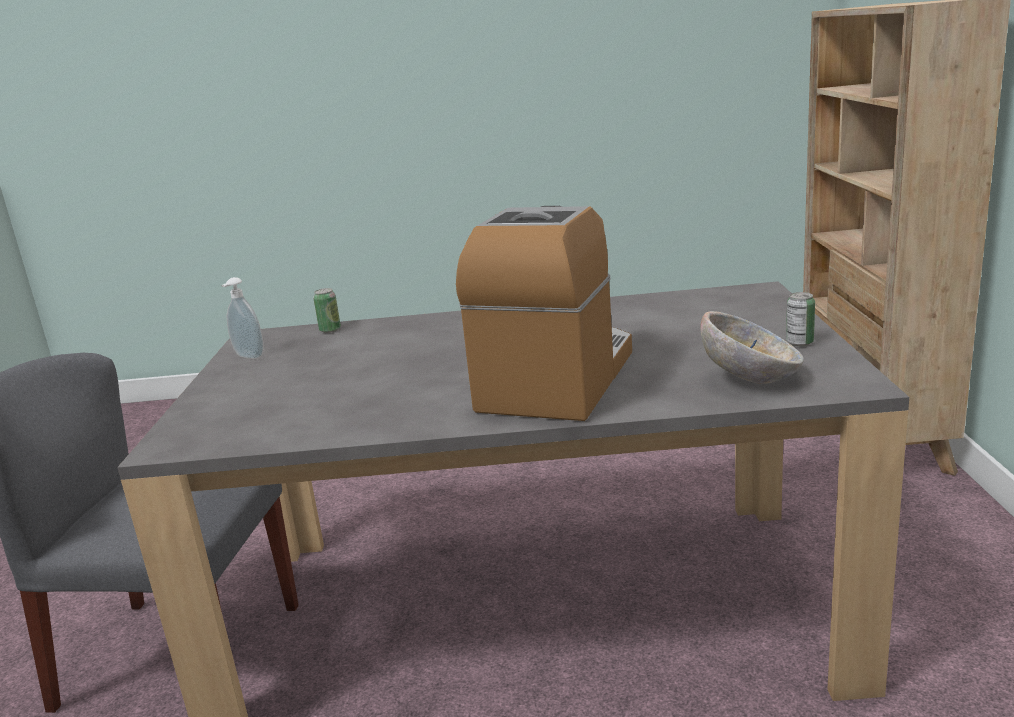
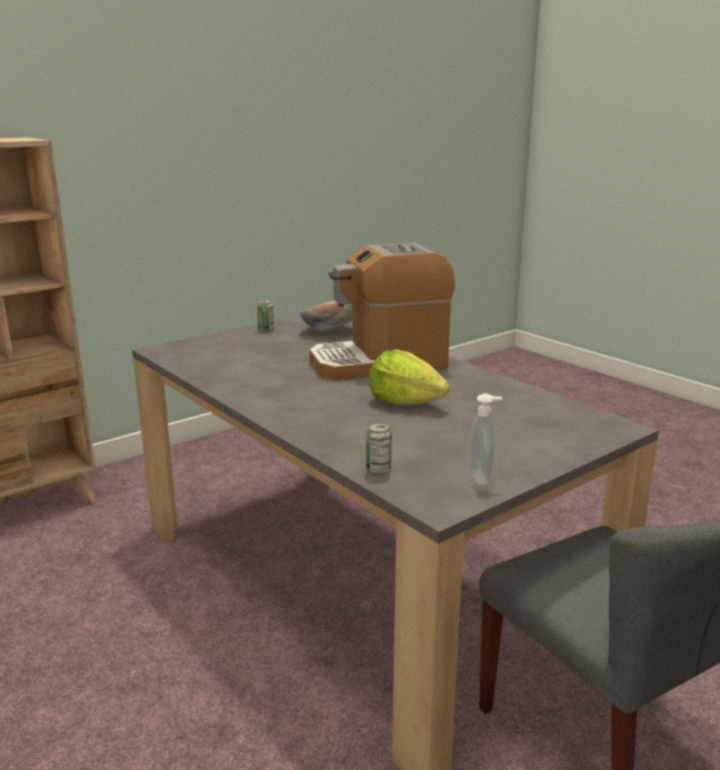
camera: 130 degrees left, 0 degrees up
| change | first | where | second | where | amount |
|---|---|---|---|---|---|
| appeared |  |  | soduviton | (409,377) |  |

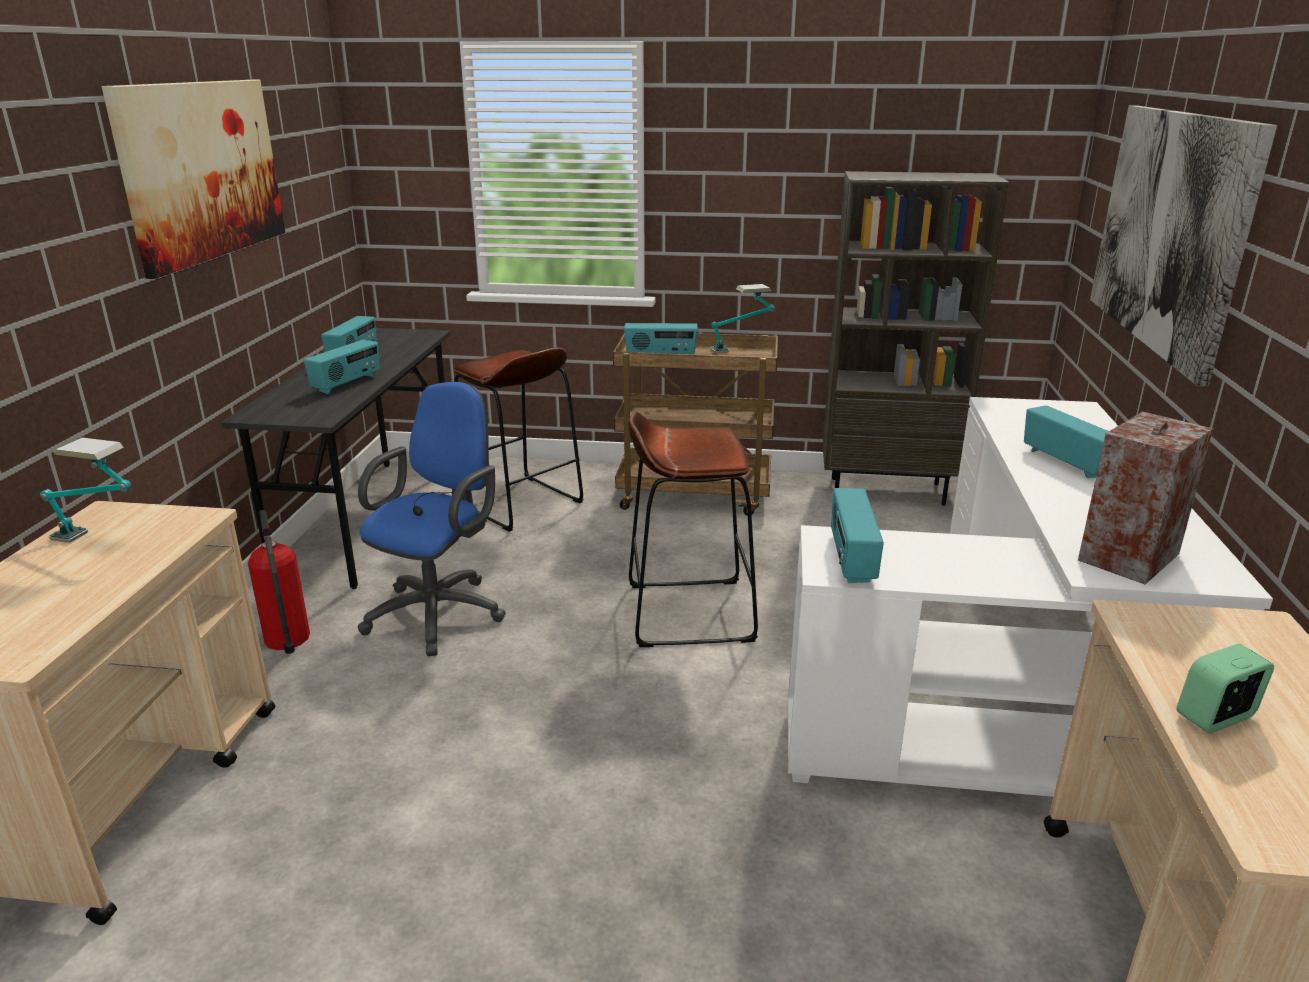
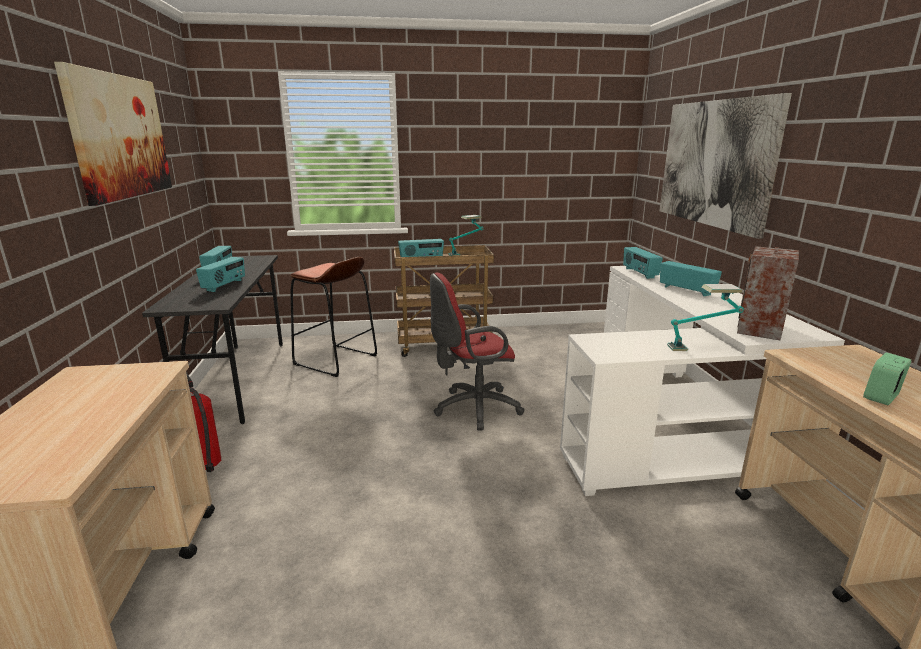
camera: 15 degrees left, 5 degrees down
| change | first | where | second | where | amount |
|---|---|---|---|---|---|
| missing | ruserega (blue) | (432,519) |  |  |  |
| missing | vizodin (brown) | (915,338) |  |  |  |
| relocated | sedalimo | (86,490) |  | (705,317) |  |
| relocated | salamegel | (857,535) |  | (643,263) |  |
| exchanged | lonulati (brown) | (693,529) | ruserega (red) | (477,351) |  |

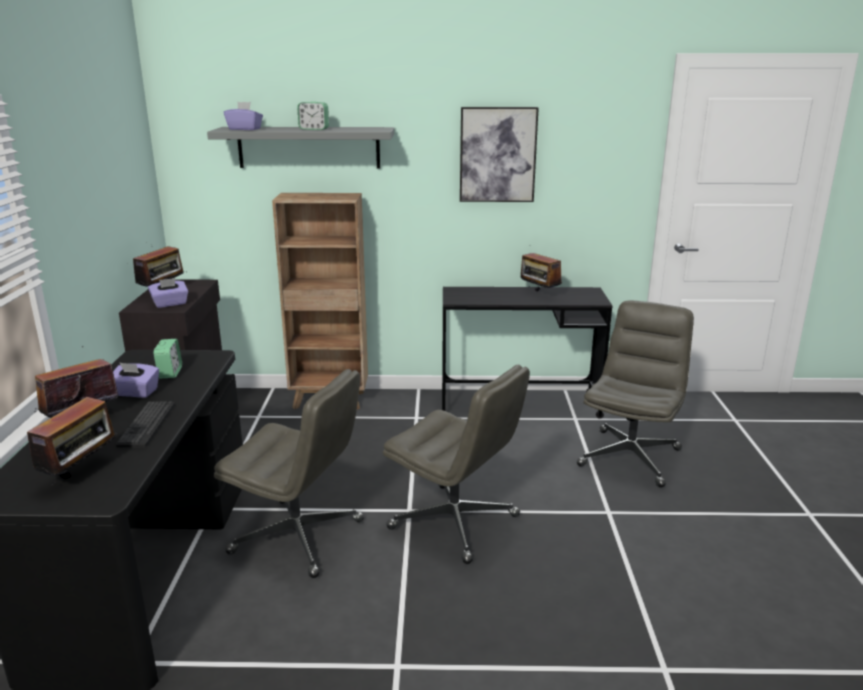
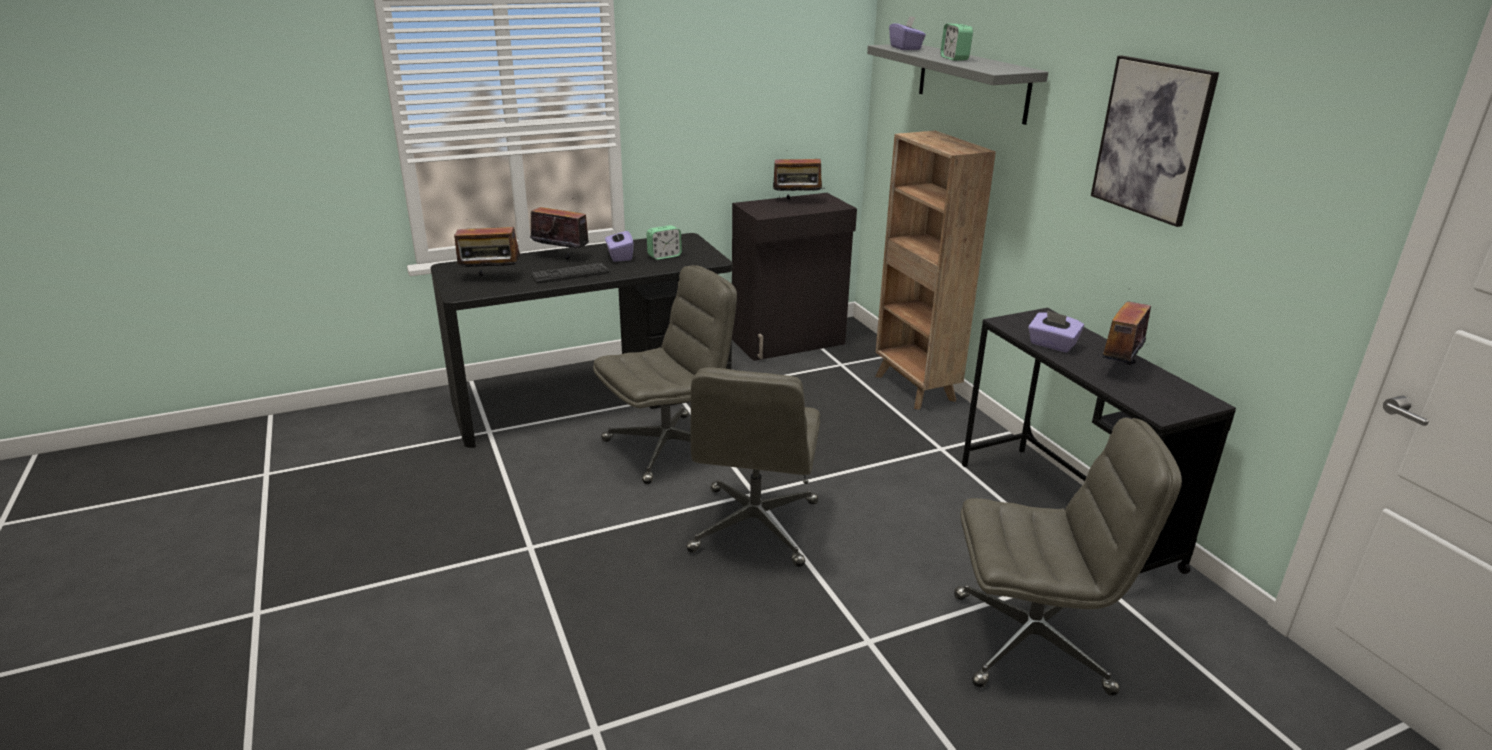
camera: 65 degrees right, 5 degrees up
| change | first | where | second | where | amount |
|---|---|---|---|---|---|
| relocated | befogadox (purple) | (168,293) |  | (1056,331) |  |
| spun | ruserega (grey) | (289,473) |  | (665,374) | 120 degrees counterclockwise |

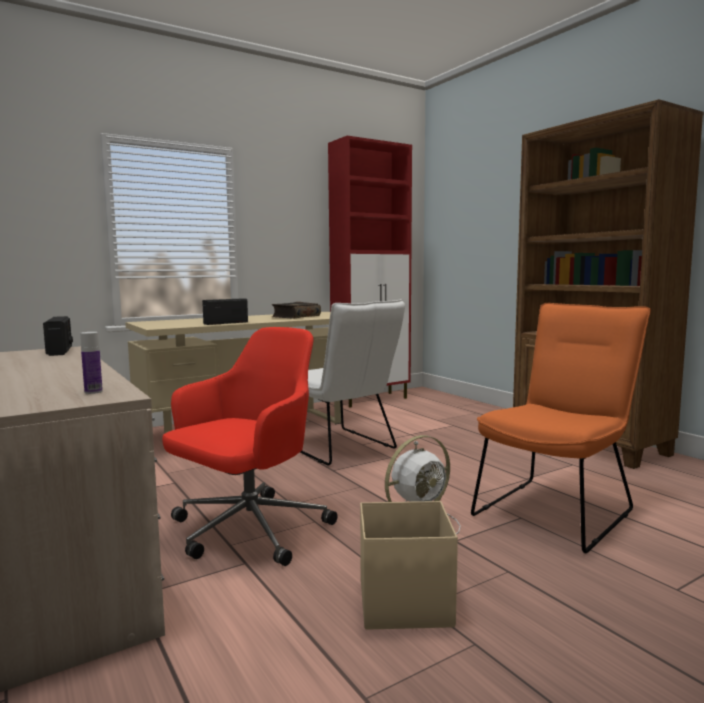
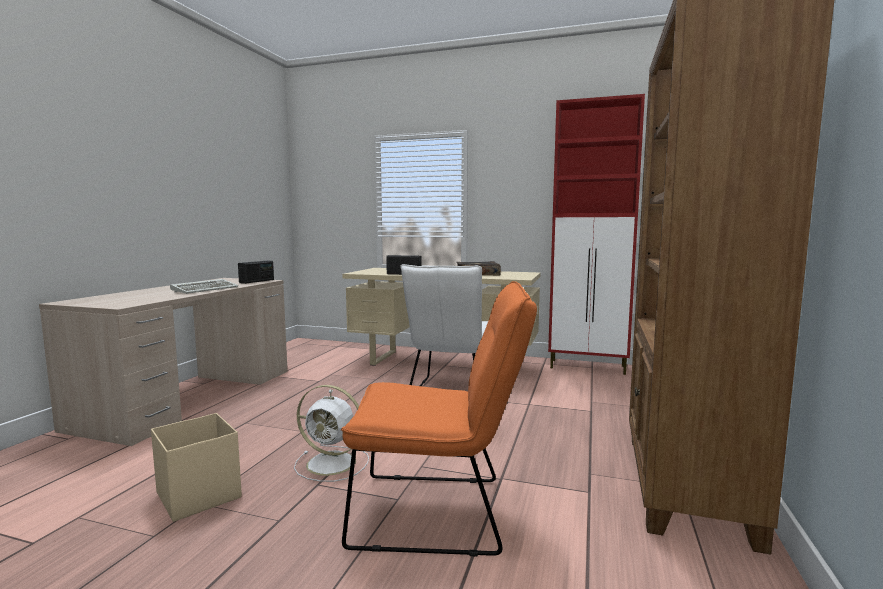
camera: 50 degrees right, 0 degrees up
| change | first | where | second | where | amount |
|---|---|---|---|---|---|
| missing | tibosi | (91,363) |  |  |  |
| missing | ruserega (red) | (249,446) |  |  |  |
| appeared |  |  | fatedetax | (204,286) |  |

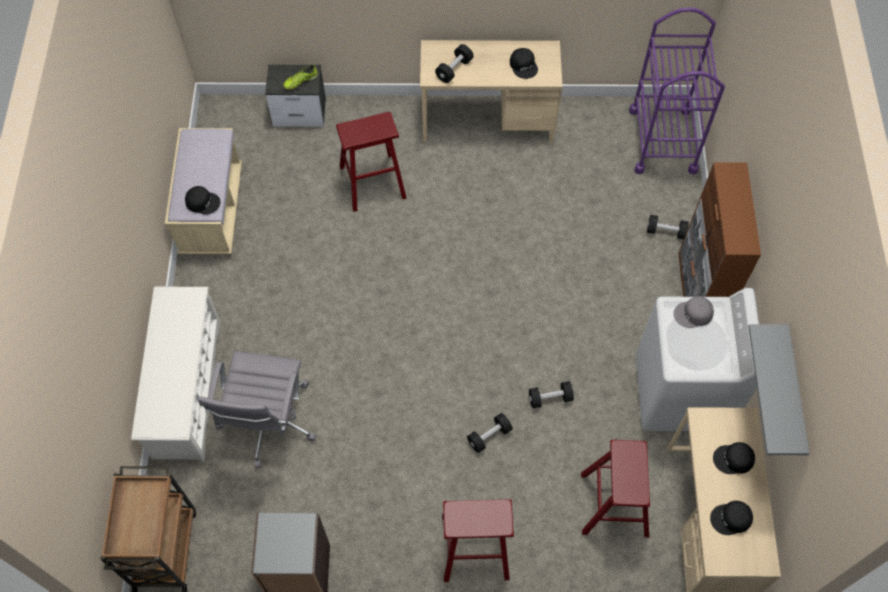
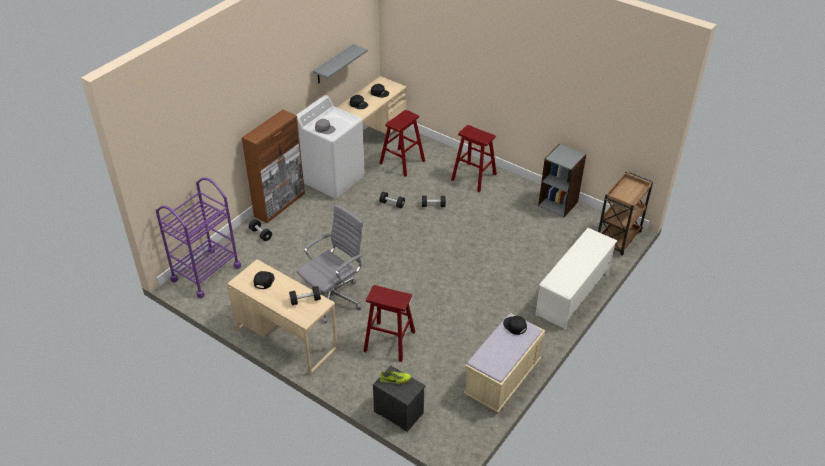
camera: 145 degrees left, 20 degrees down
| change | first | where | second | where | amount |
|---|---|---|---|---|---|
| relocated | ruserega (grey) | (257,409) |  | (330,263) |  |

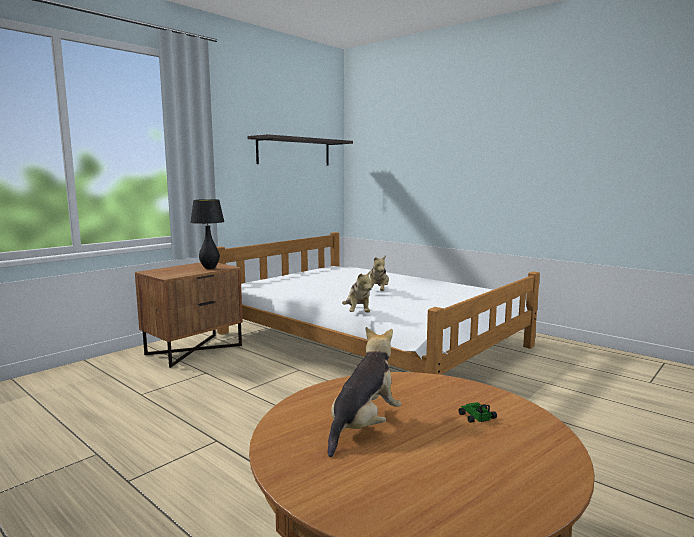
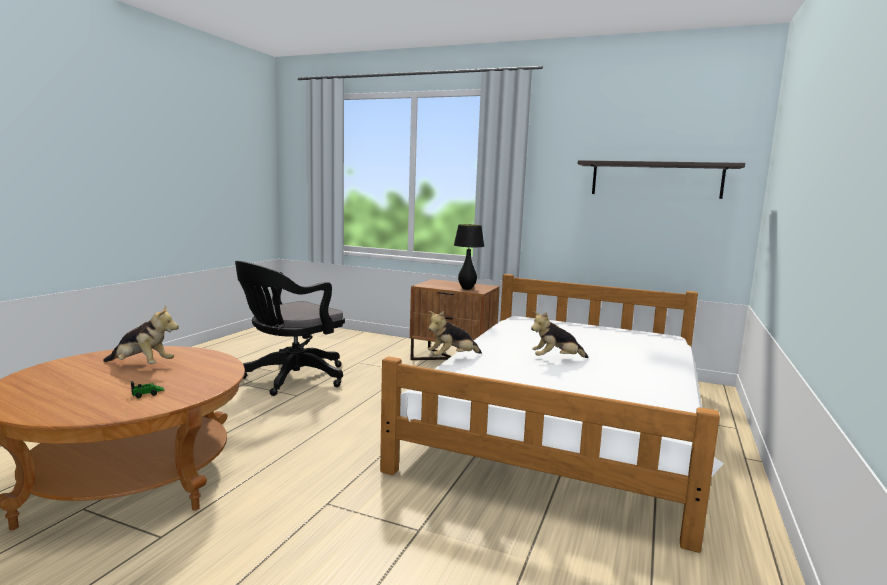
camera: 70 degrees right, 0 degrees up
| change | first | where | second | where | amount |
|---|---|---|---|---|---|
| appeared |  |  | ruserega (black) | (290,328) |  |

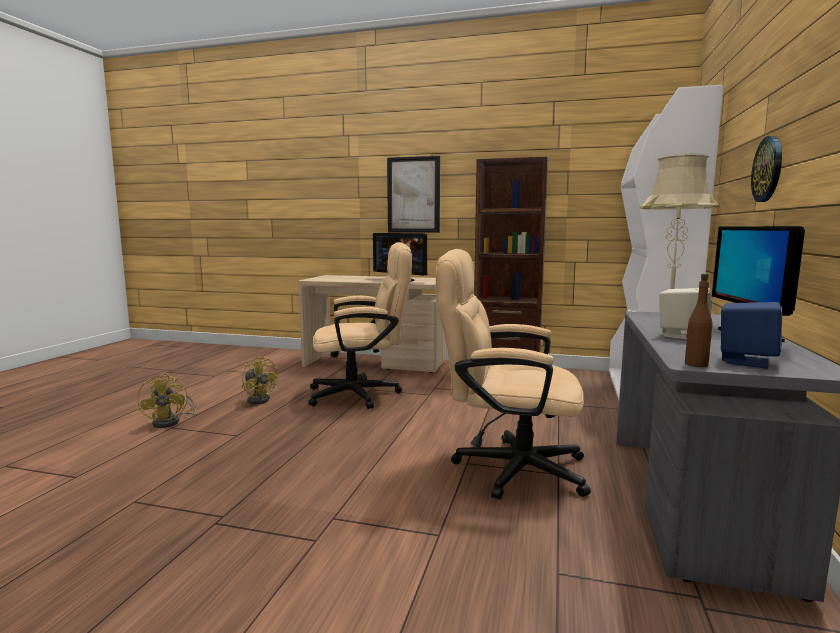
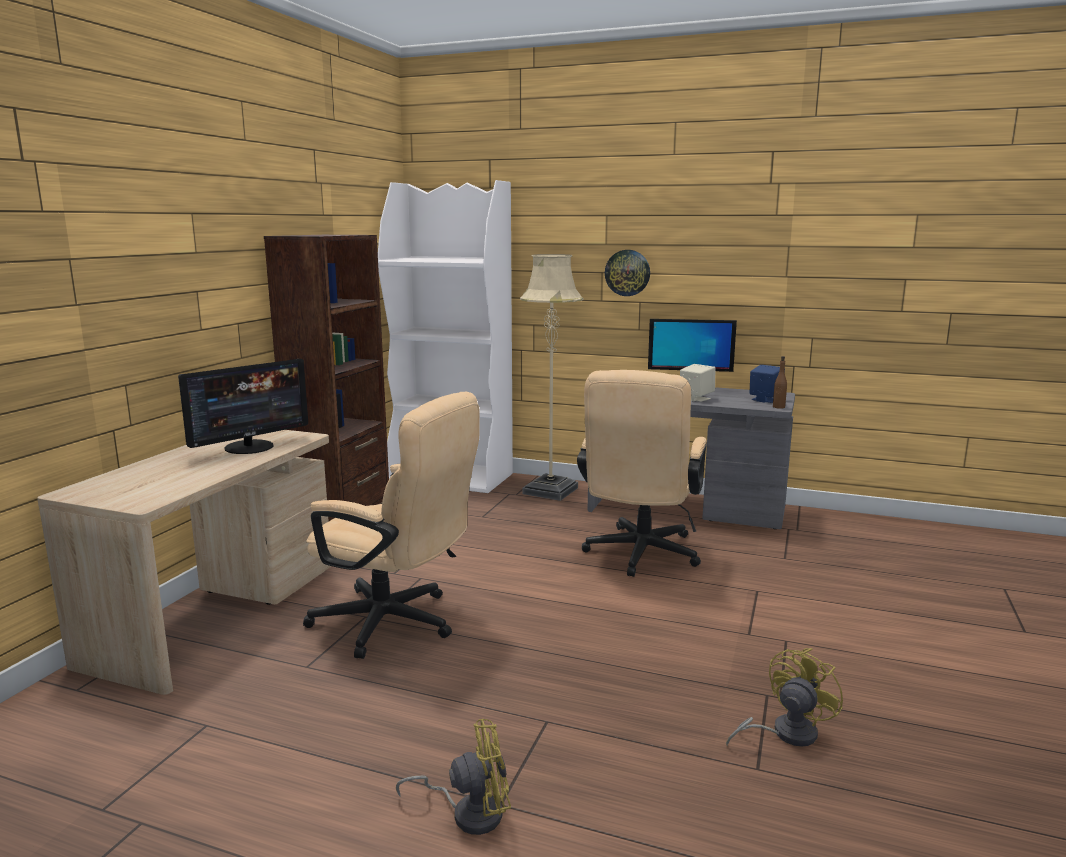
camera: 85 degrees left, 5 degrees up
| change | first | where | second | where | amount |
|---|---|---|---|---|---|
| missing | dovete | (413,194) |  |  |  |
| relocated | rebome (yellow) | (260,380) |  | (784,697) |  |
| spun | ruserega (beige) | (360,325) |  | (391,525) | 120 degrees clockwise |

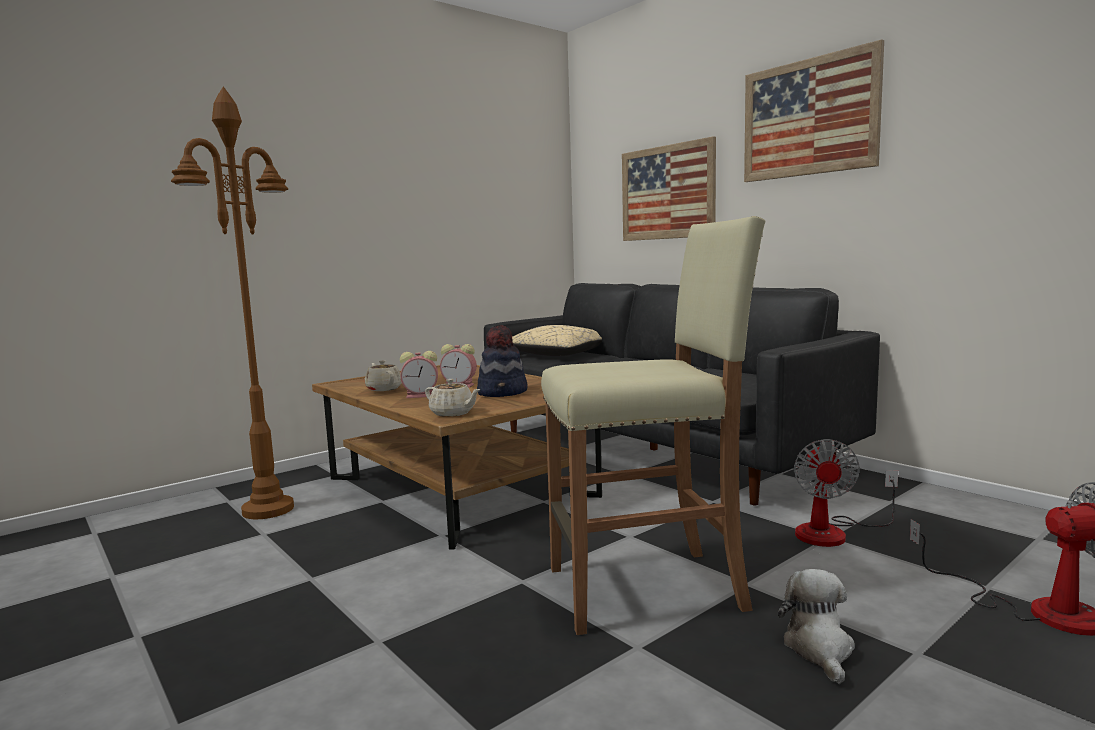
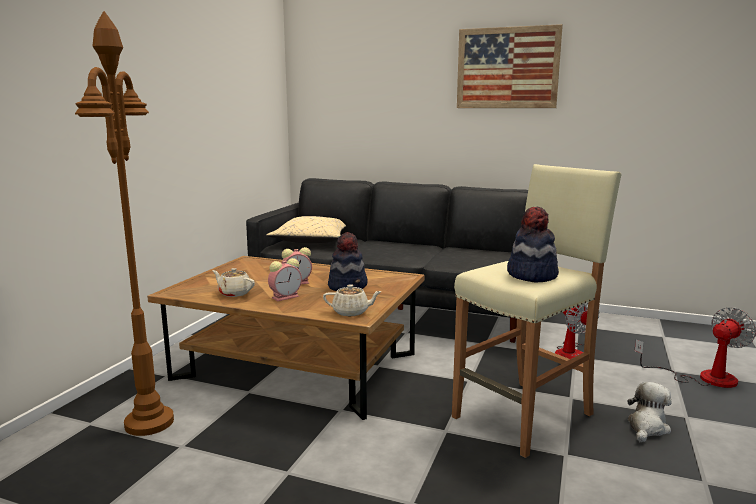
camera: 30 degrees left, 5 degrees up
| change | first | where | second | where | amount |
|---|---|---|---|---|---|
| missing | dovete | (669,188) |  |  |  |
| appeared |  |  | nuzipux | (533,244) |  |
| spun | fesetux | (816,626) |  | (649,412) | 60 degrees clockwise |

